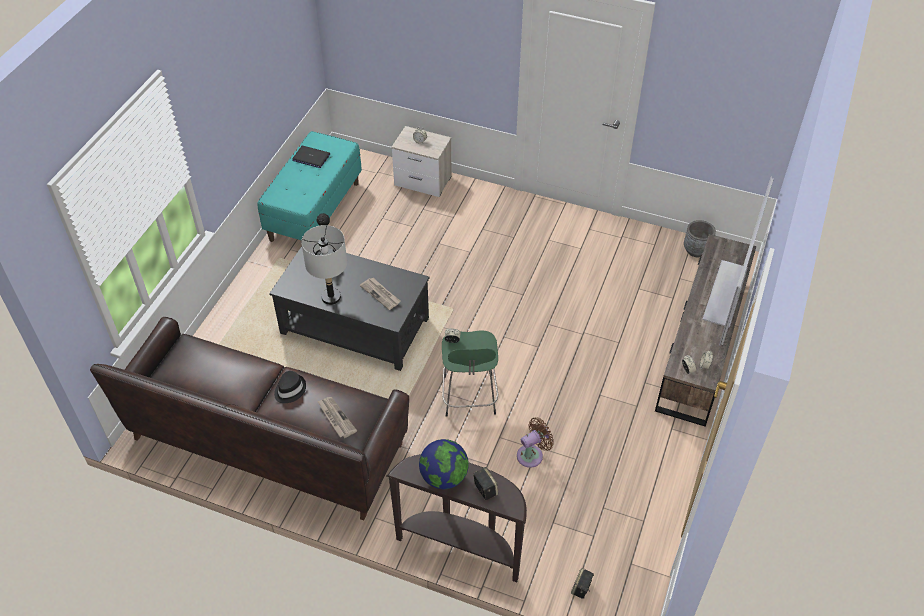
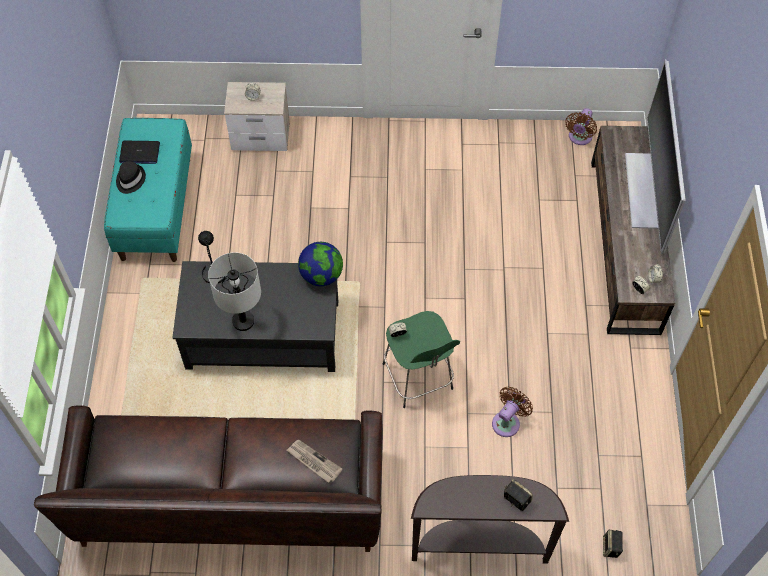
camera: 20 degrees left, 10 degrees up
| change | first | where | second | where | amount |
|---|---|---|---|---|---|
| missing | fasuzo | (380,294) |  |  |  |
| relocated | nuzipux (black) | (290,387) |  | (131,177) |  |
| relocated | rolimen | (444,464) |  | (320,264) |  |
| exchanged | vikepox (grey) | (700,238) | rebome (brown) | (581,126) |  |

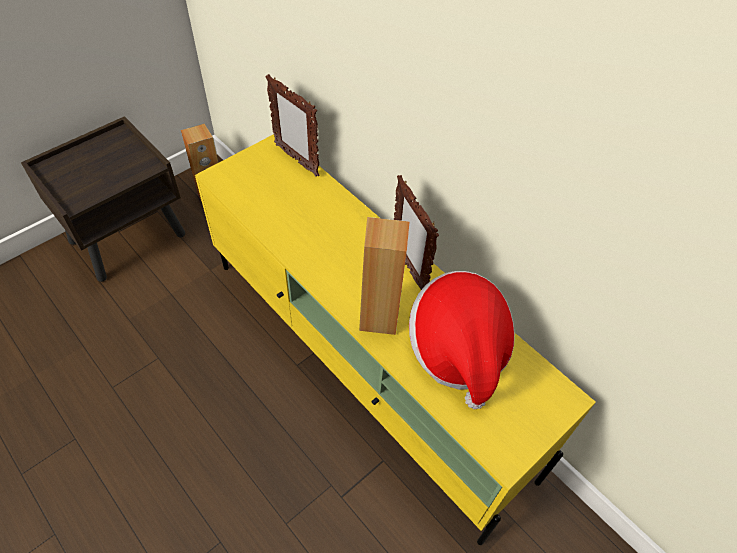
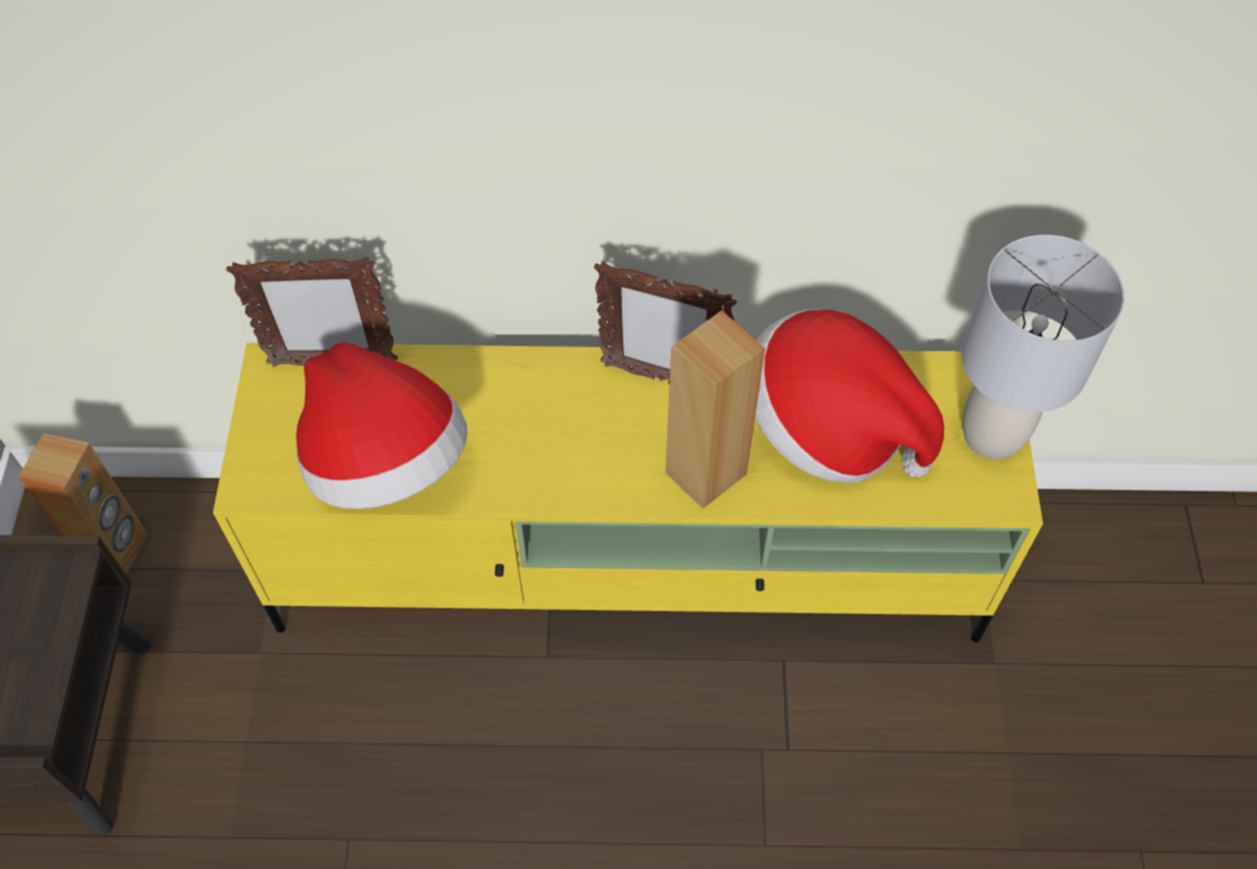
camera: 45 degrees left, 5 degrees up
| change | first | where | second | where | amount |
|---|---|---|---|---|---|
| appeared |  |  | nuzipux | (381,425) |  |
| appeared |  |  | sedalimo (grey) | (1043,347) |  |

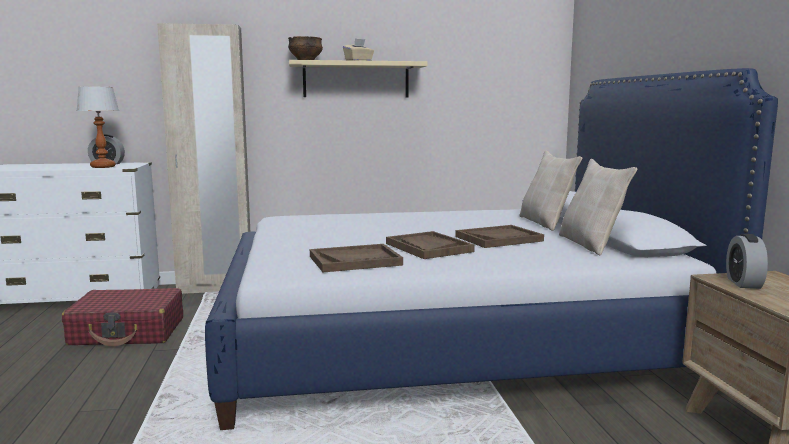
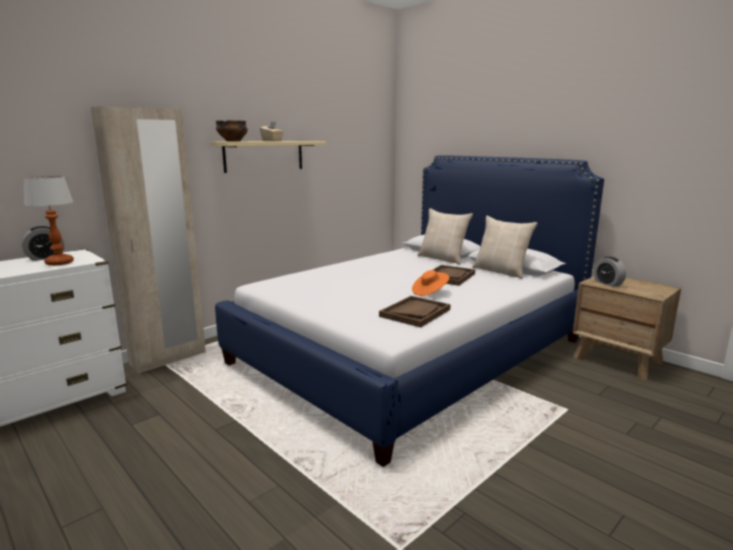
camera: 35 degrees left, 5 degrees up
| change | first | where | second | where | amount |
|---|---|---|---|---|---|
| missing | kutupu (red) | (122,317) |  |  |  |
| exchanged | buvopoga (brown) | (430,245) | nuzipux (orange) | (430,283) |  |

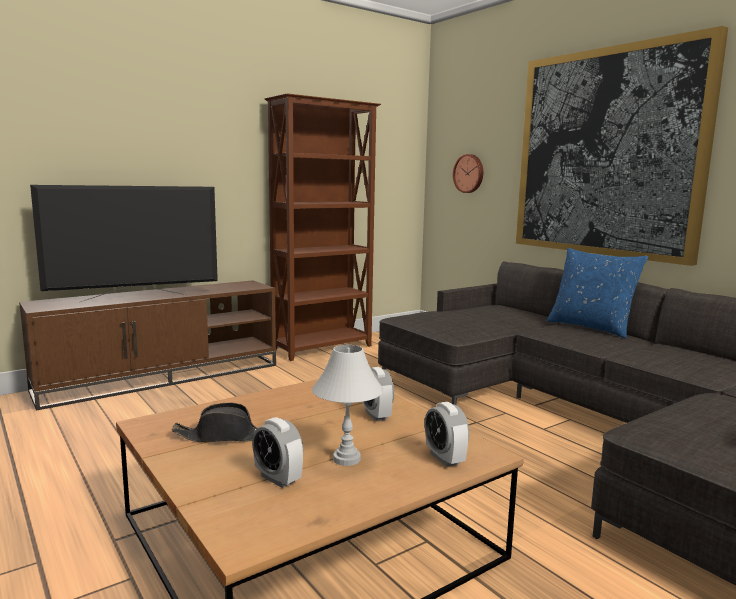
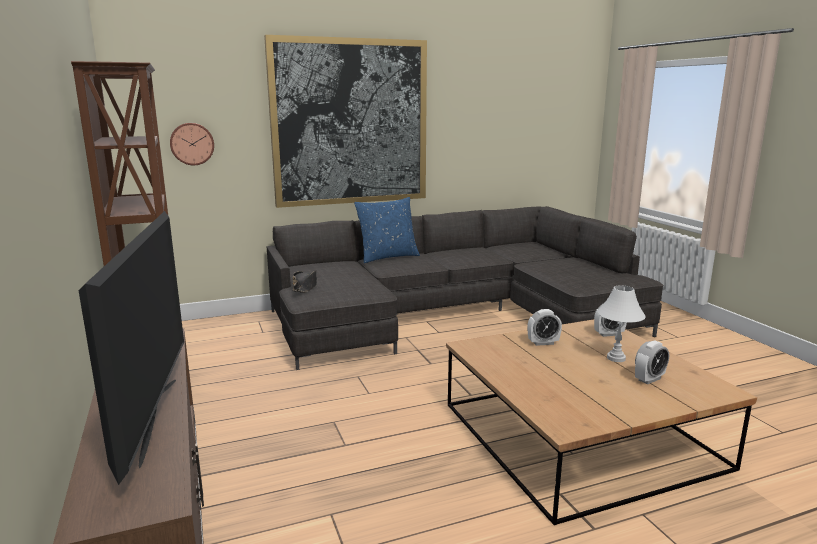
camera: 75 degrees left, 5 degrees up
| change | first | where | second | where | amount |
|---|---|---|---|---|---|
| relocated | nuzipux (black) | (214,422) |  | (305,282) |  |

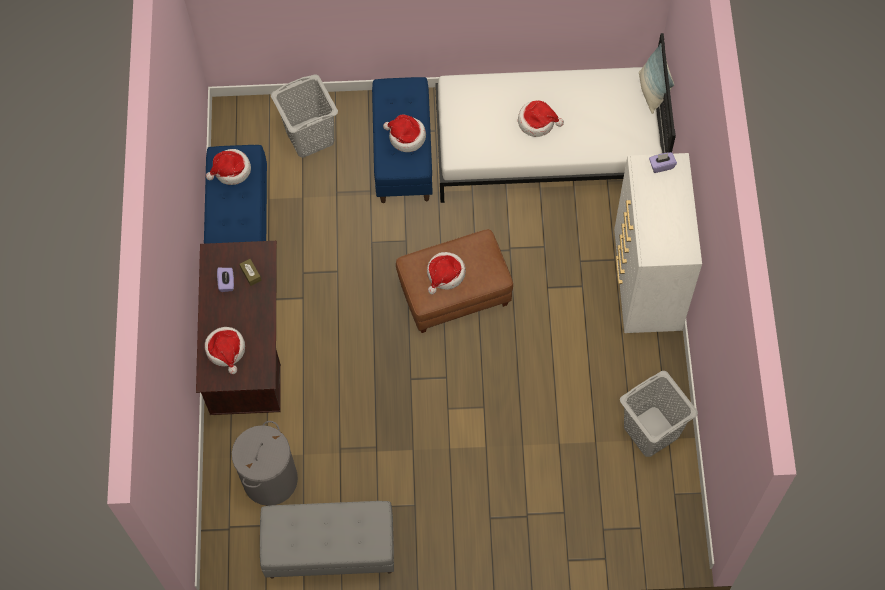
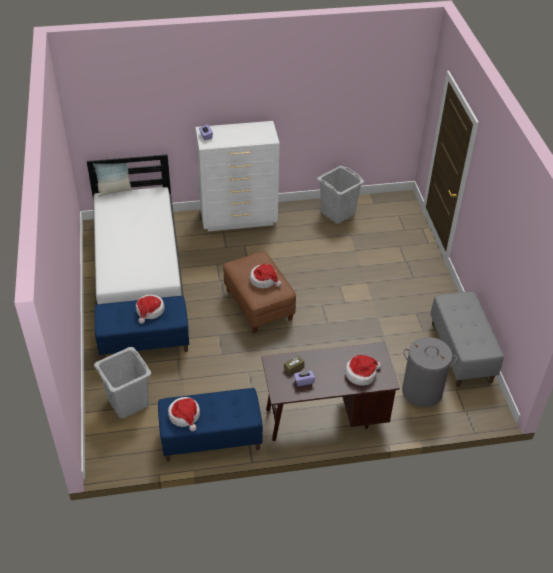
camera: 100 degrees left, 20 degrees down
| change | first | where | second | where | amount |
|---|---|---|---|---|---|
| missing | nuzipux | (541,119) |  |  |  |

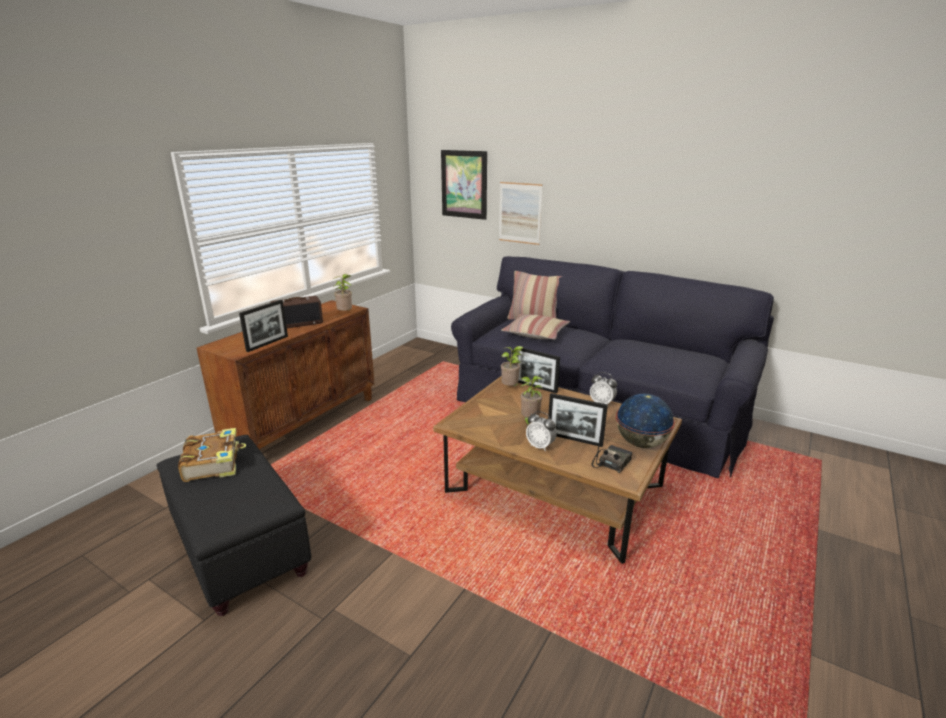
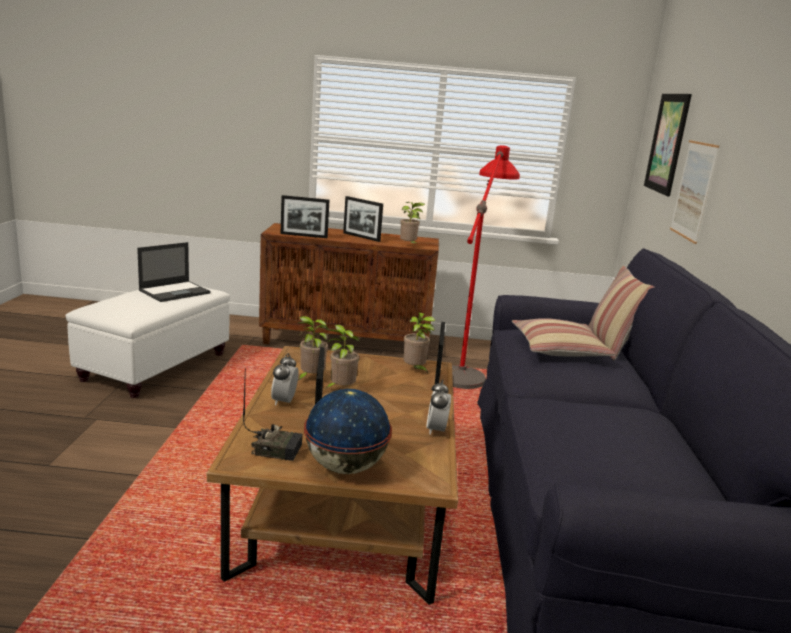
camera: 60 degrees right, 5 degrees down
| change | first | where | second | where | amount |
|---|---|---|---|---|---|
| appeared |  |  | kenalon | (313,348) |  |
| appeared |  |  | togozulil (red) | (486,267) |  |
| exchanged | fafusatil | (212,455) | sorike | (173,272) |  |
| exchanged | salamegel | (296,312) | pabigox | (363,219) |  |
| colour | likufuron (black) | (234,525) | likufuron (white) | (147,342) |  |

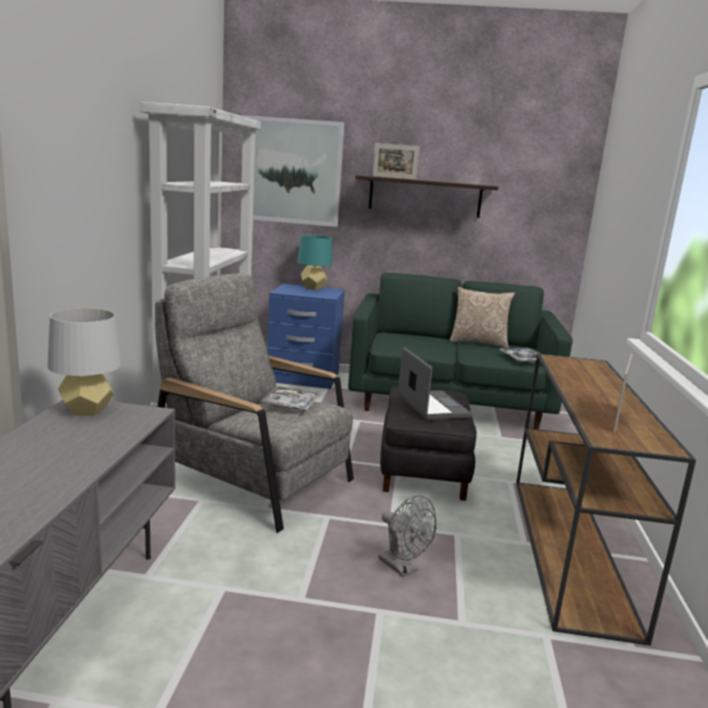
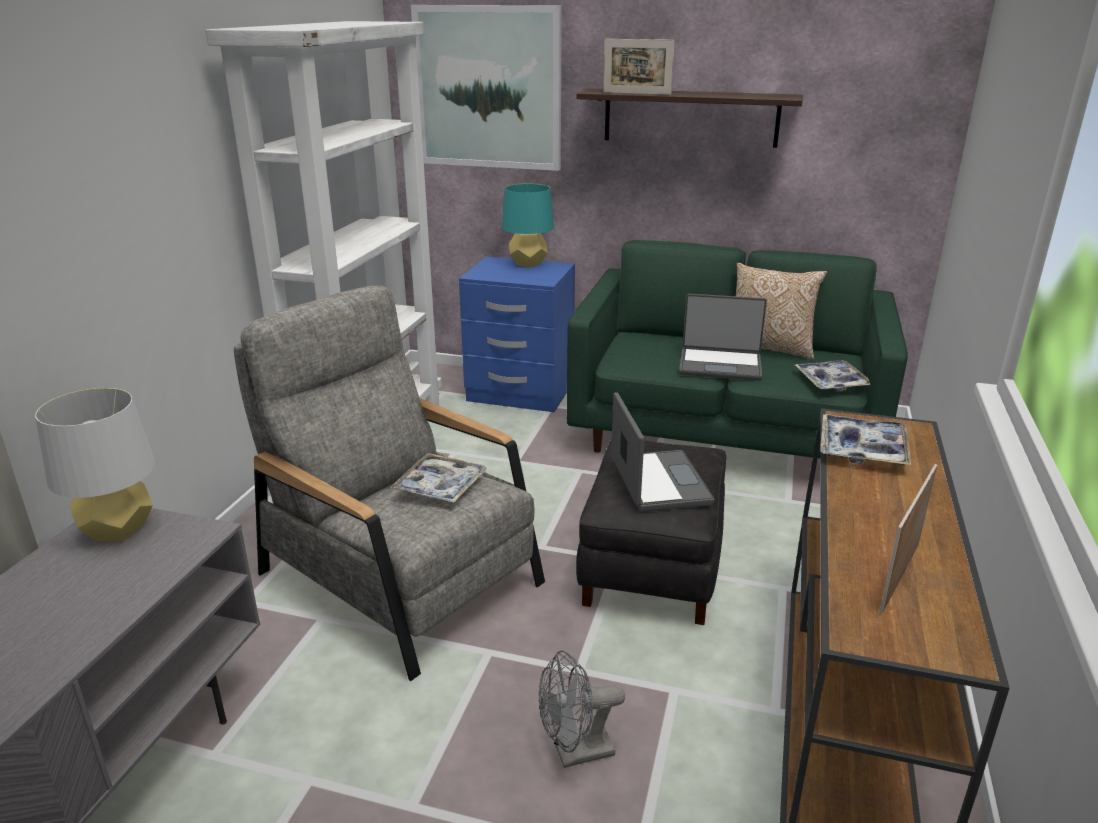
camera: 10 degrees right, 10 degrees up
| change | first | where | second | where | amount |
|---|---|---|---|---|---|
| appeared |  |  | sorike | (723,337) |  |
| appeared |  |  | buvopoga | (865,439) |  |
| spun | rebome (grey) | (407,536) |  | (581,709) | 105 degrees clockwise |

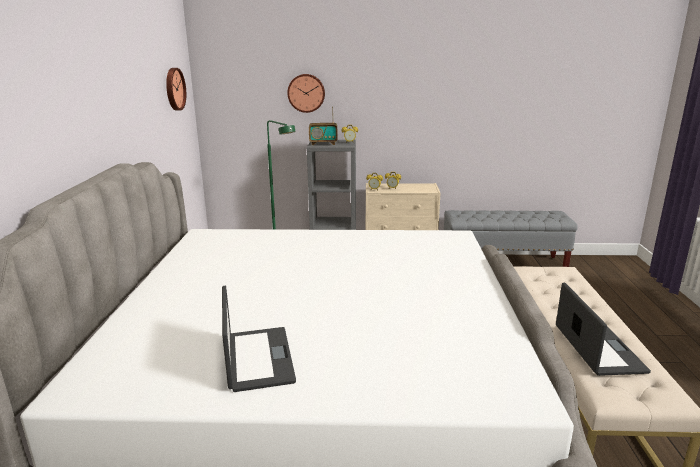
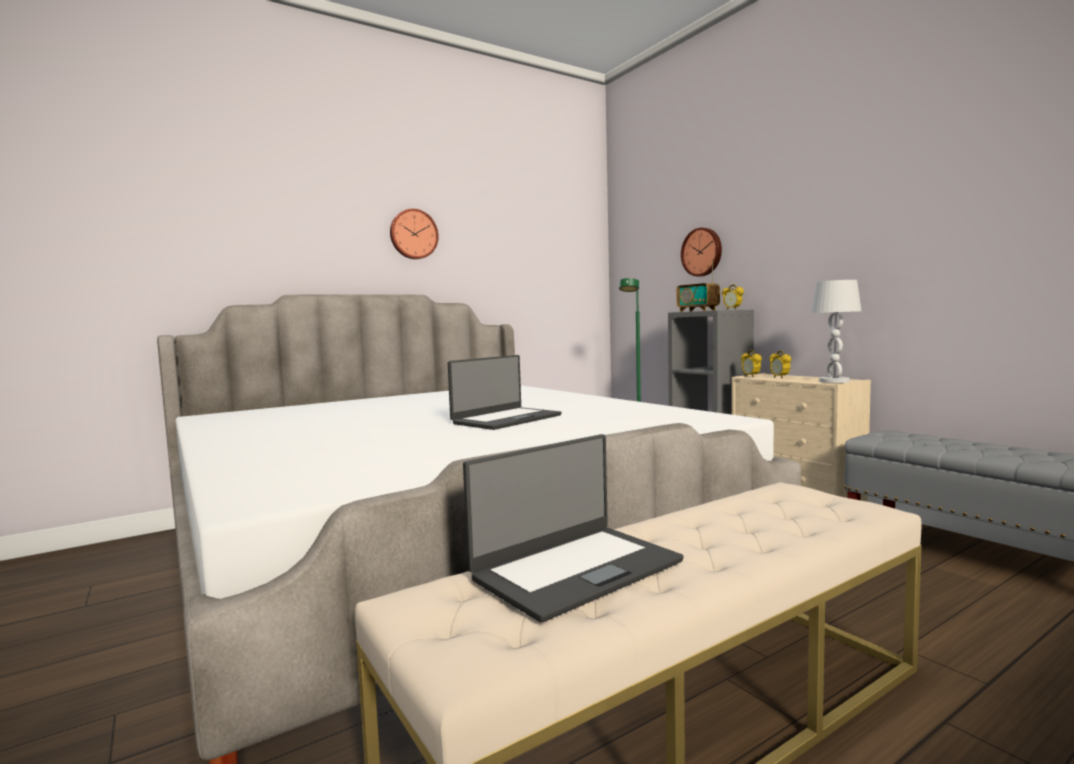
camera: 55 degrees right, 15 degrees down
| change | first | where | second | where | amount |
|---|---|---|---|---|---|
| appeared |  |  | sedalimo (white) | (836,331) |  |
| relocated | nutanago | (176,89) |  | (414,234) |  |
| relocated | sorike | (259,339) |  | (504,392) |  |

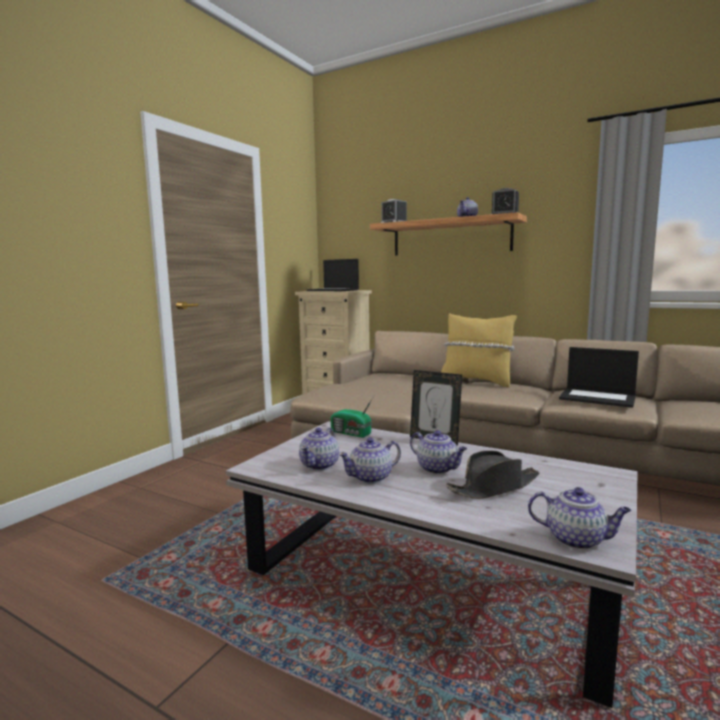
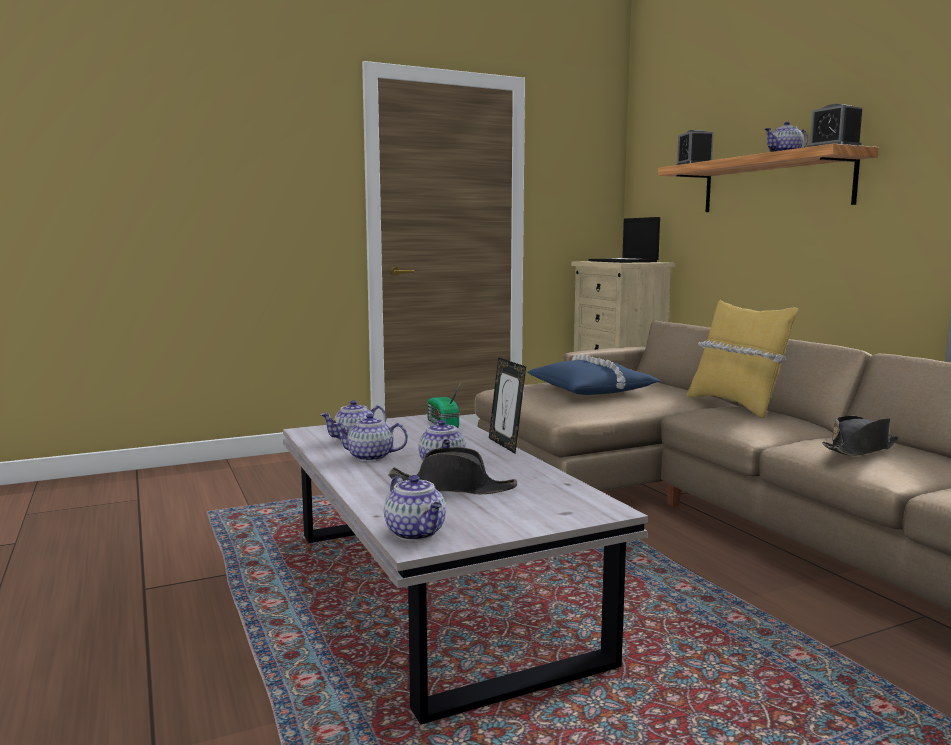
camera: 35 degrees right, 0 degrees up
| change | first | where | second | where | amount |
|---|---|---|---|---|---|
| appeared |  |  | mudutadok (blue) | (594,374) |  |
| exchanged | sorike | (599,377) | nuzipux (black) | (860,436) |  |

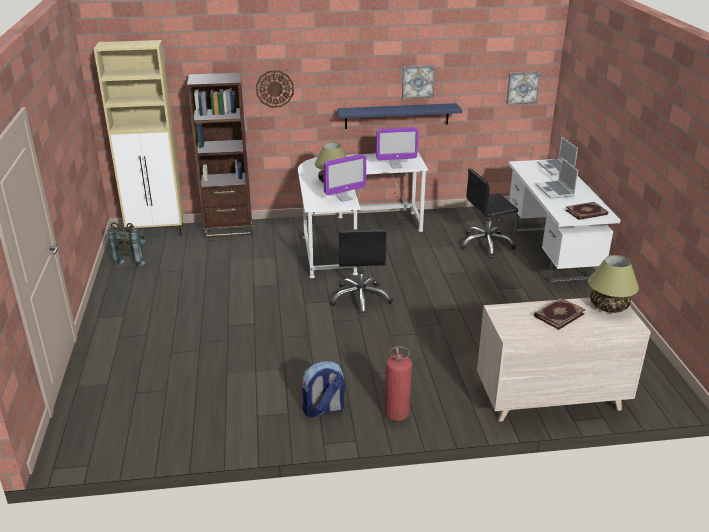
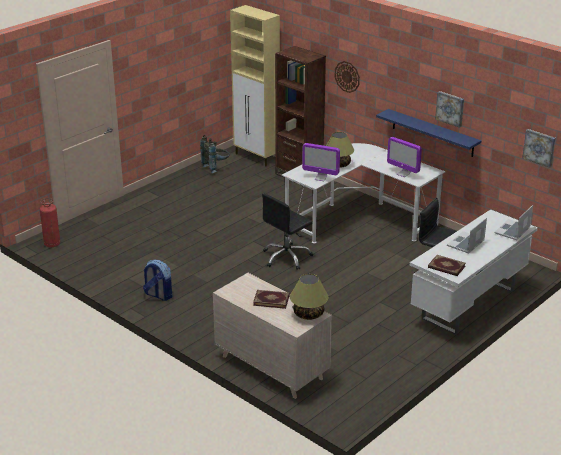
camera: 50 degrees right, 0 degrees up
| change | first | where | second | where | amount |
|---|---|---|---|---|---|
| relocated | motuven | (398,383) |  | (50,222) |  |

